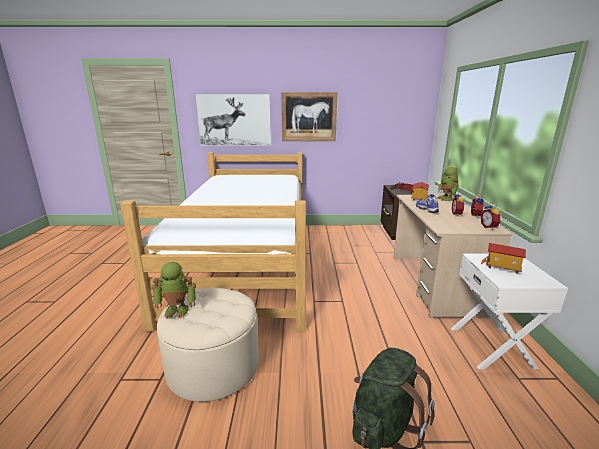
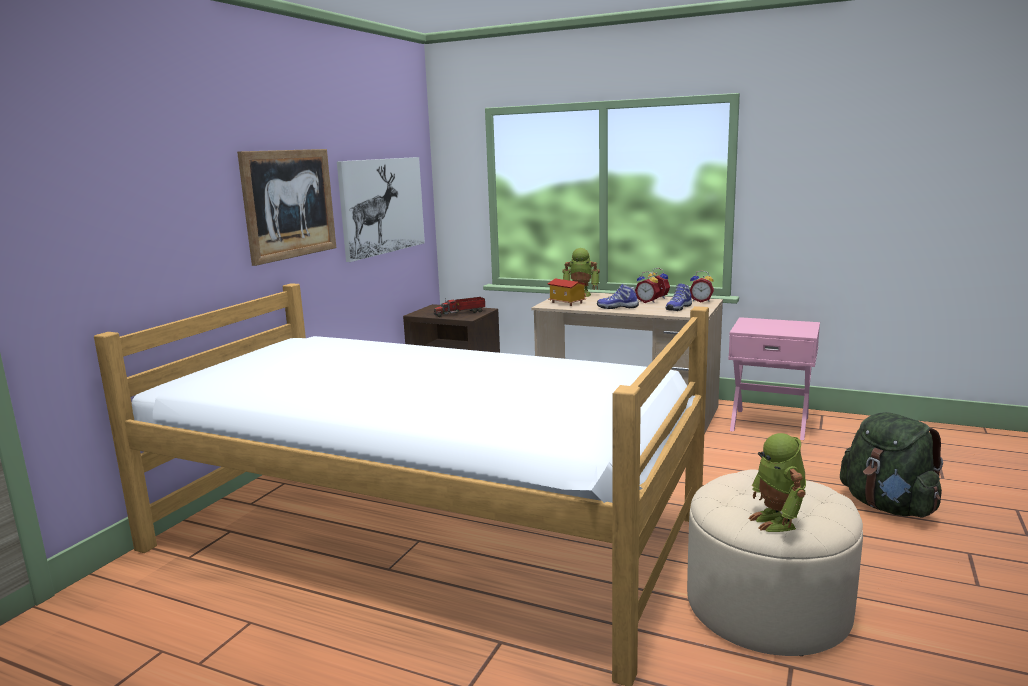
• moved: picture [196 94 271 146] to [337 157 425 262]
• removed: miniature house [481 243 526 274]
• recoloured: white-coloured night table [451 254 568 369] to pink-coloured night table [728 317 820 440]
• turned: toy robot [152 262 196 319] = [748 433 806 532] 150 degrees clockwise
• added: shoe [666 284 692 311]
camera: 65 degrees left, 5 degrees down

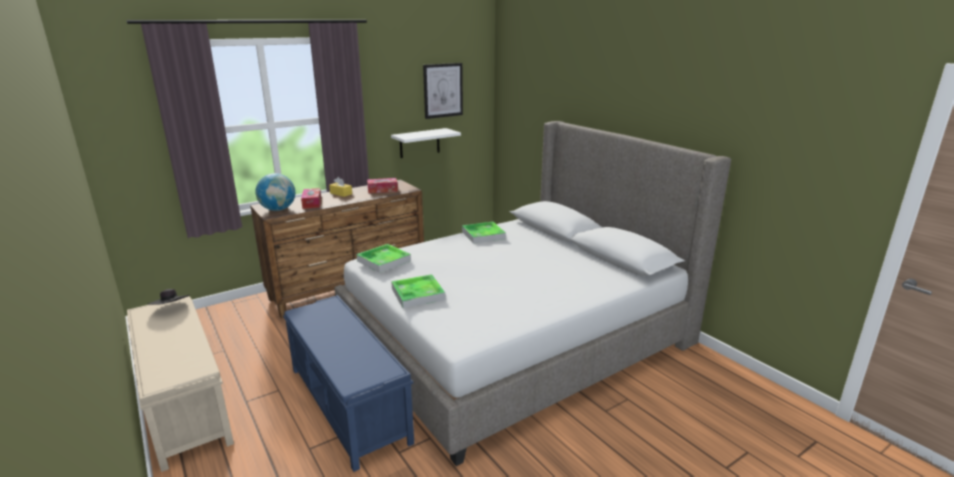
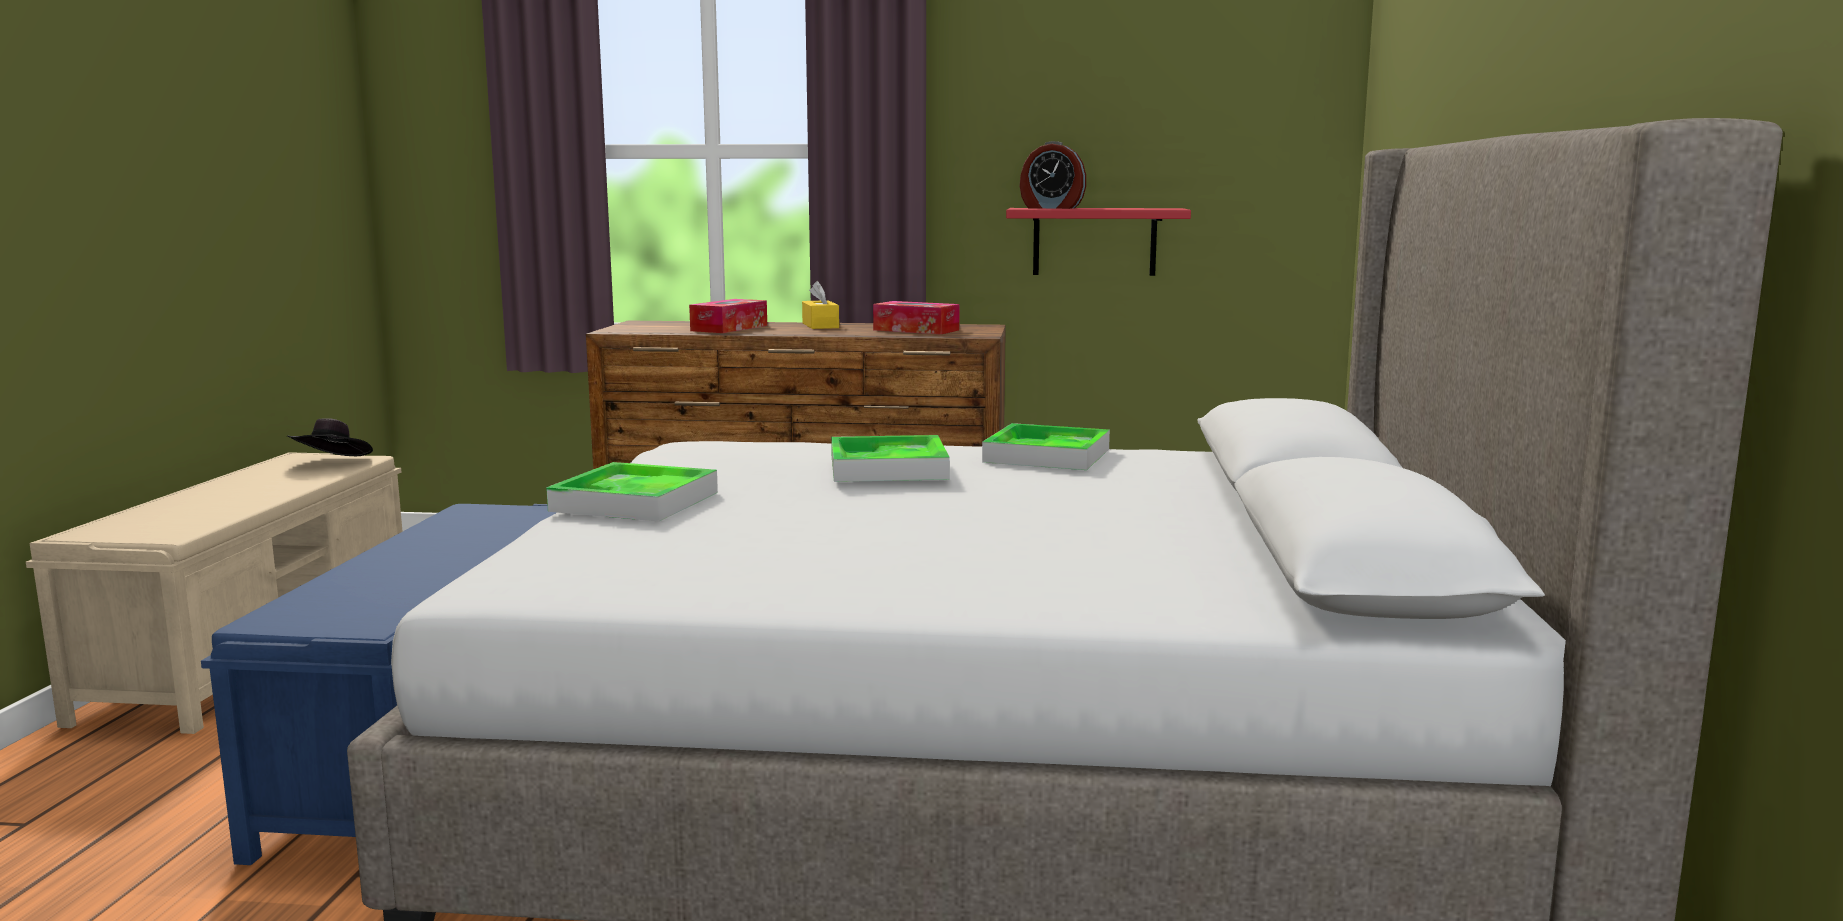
• removed: picture [423 63 463 119]
• recoloured: white-coloured bracket shelf [391 128 461 158] to reddish bracket shelf [1006 208 1191 276]
• removed: world globe [255 173 295 211]
• moved: carrying tray [356 244 411 273] to [831 435 950 482]
• added: table clock [1020 141 1086 209]
camera: 40 degrees right, 10 degrees down

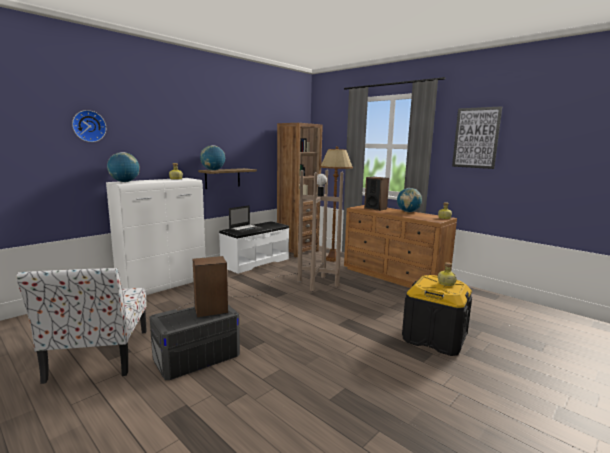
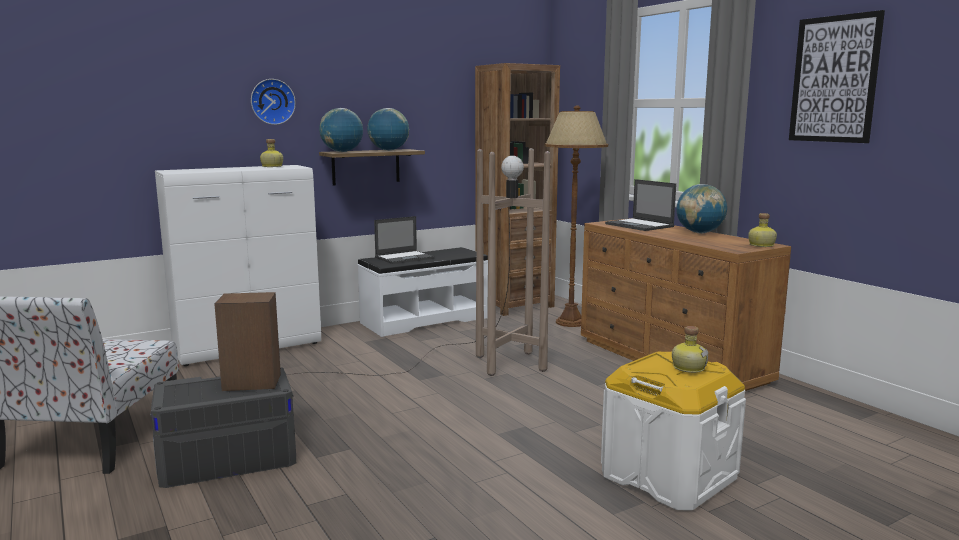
• moved: clock on the wall [72 110 106 142] to [251 79 296 125]
• moved: world globe [107 152 140 182] to [367 108 409 151]
• replaced: audio speaker [364 177 389 211] to notebook computer [605 179 676 231]
• recoloured: black storage bin [402 275 472 356] to white-coloured storage bin [601 351 746 511]
camera: 15 degrees right, 0 degrees up

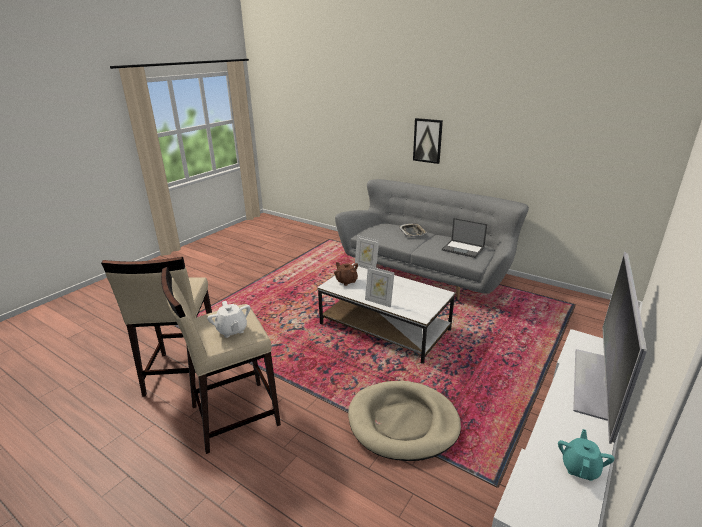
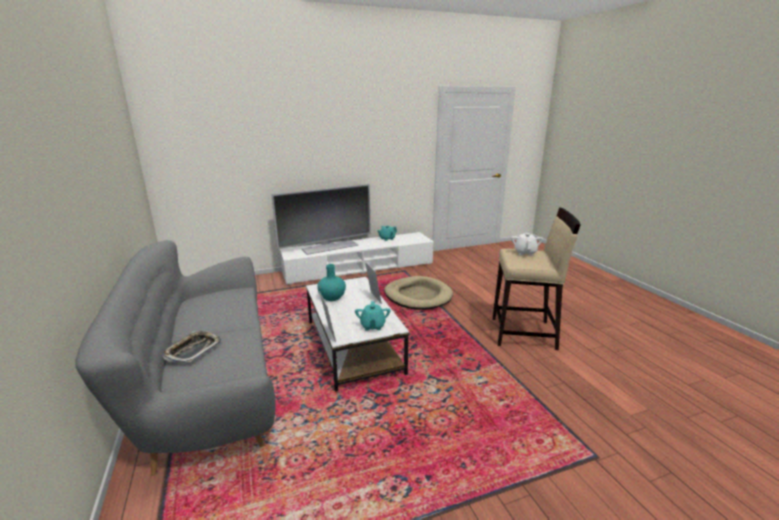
• removed: picture [413 118 443 164]
• removed: notebook computer [442 218 487 258]
• removed: sand-coloured stool [101 257 212 397]
• recoloured: brown-coloured tea pot [334 262 358 286] to turquoise tea pot [355 301 390 331]
• added: turquoise flower vase [317 264 346 301]
camera: 145 degrees left, 5 degrees down

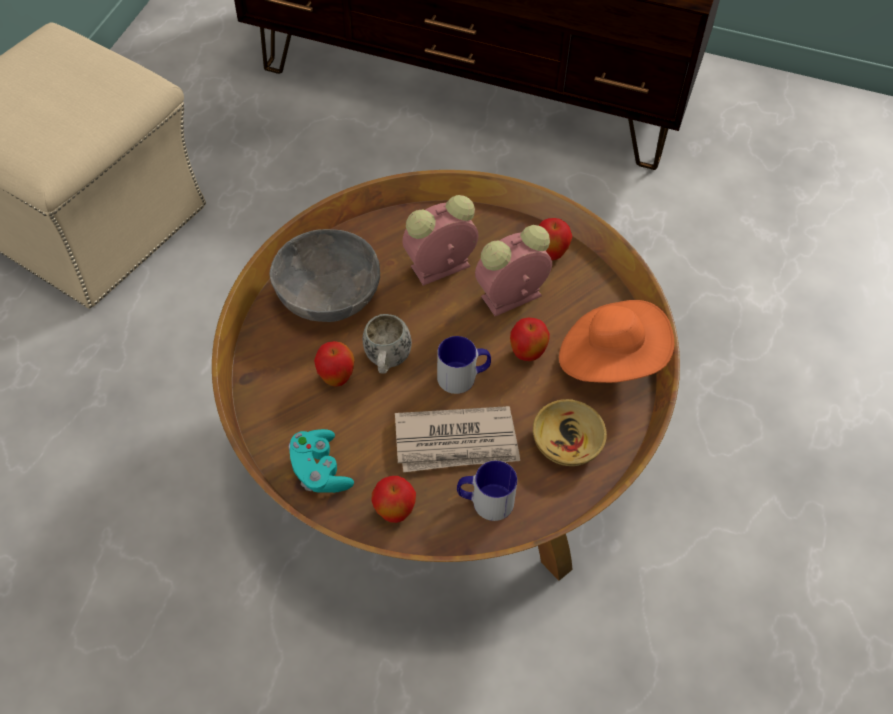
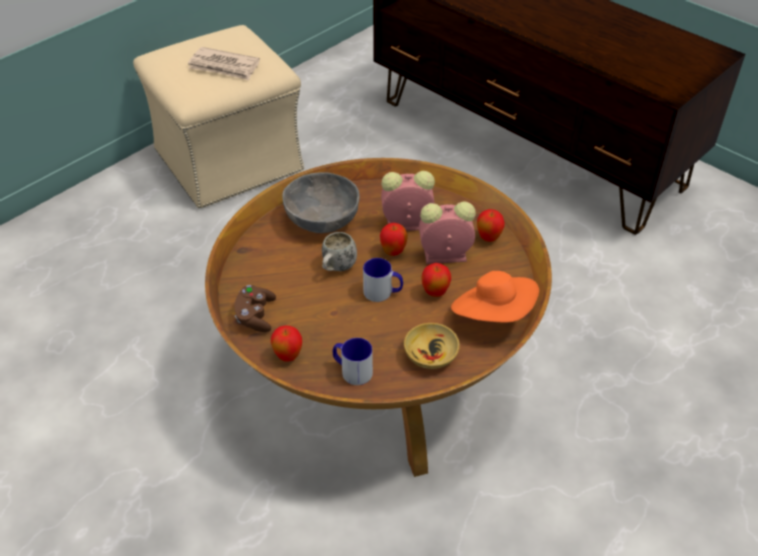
• moved: whole apple [314 341 354 387] to [380 223 408 256]
• moved: daily paper [395 406 520 472] to [188 47 260 80]
• recoloured: turquoise joypad [289 429 354 493] to brown-coloured joypad [234 285 276 332]
camera: 25 degrees right, 10 degrees down

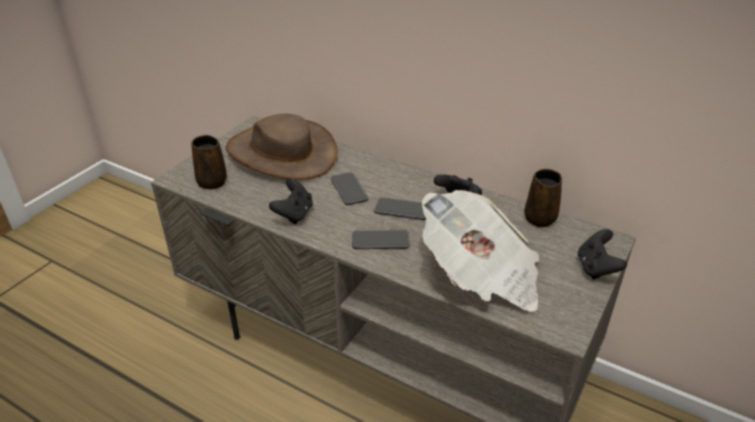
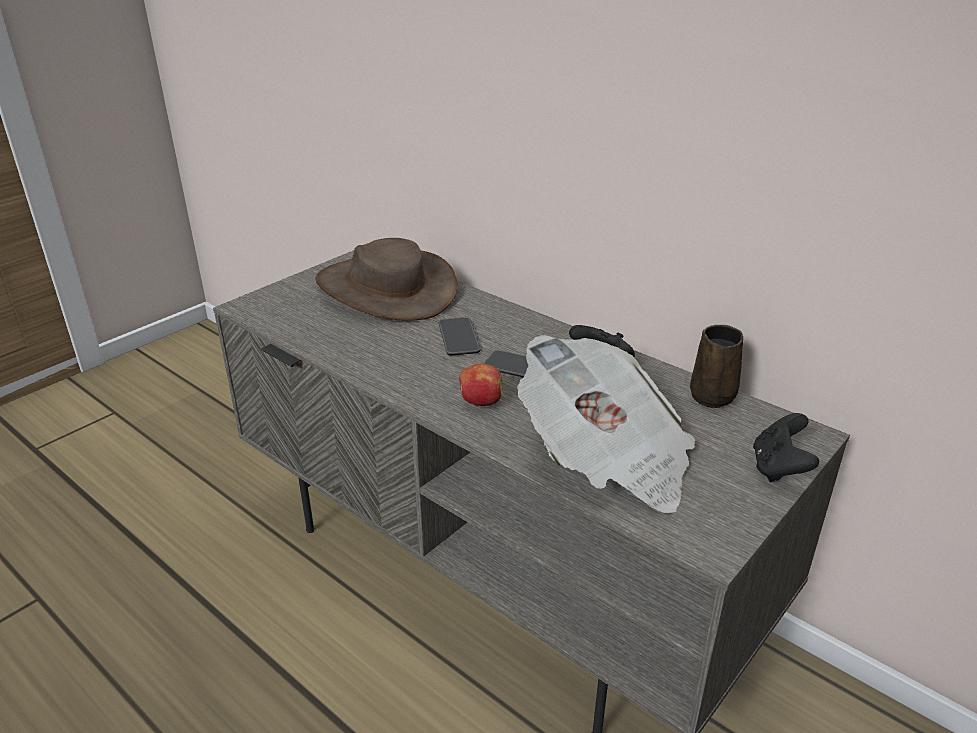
• removed: brown-coloured tea mug [191 135 227 189]
• removed: black joypad [269 178 313 224]
• replaced: telephone [352 230 410 249] to whole apple [459 363 502 406]
camera: 10 degrees right, 5 degrees down

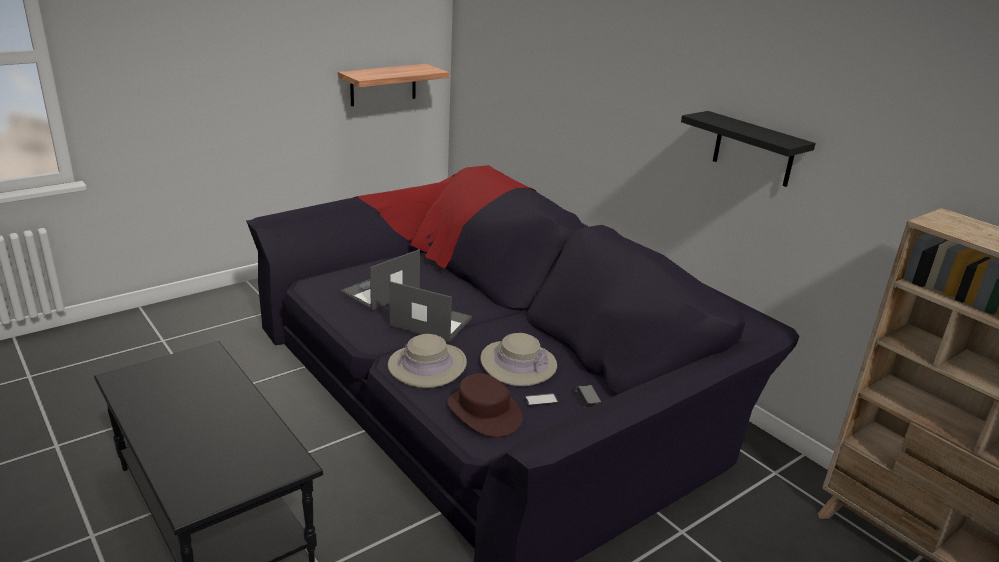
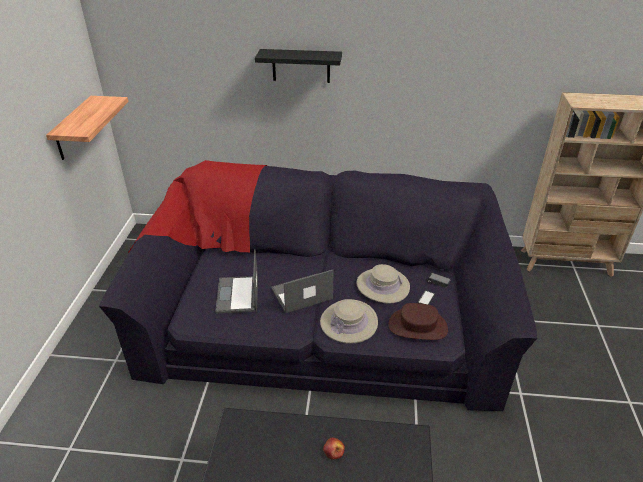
• moved: black bracket shelf [681 111 816 187] to [255 49 342 83]
• added: whole apple [323 437 345 460]
camera: 45 degrees left, 10 degrees up

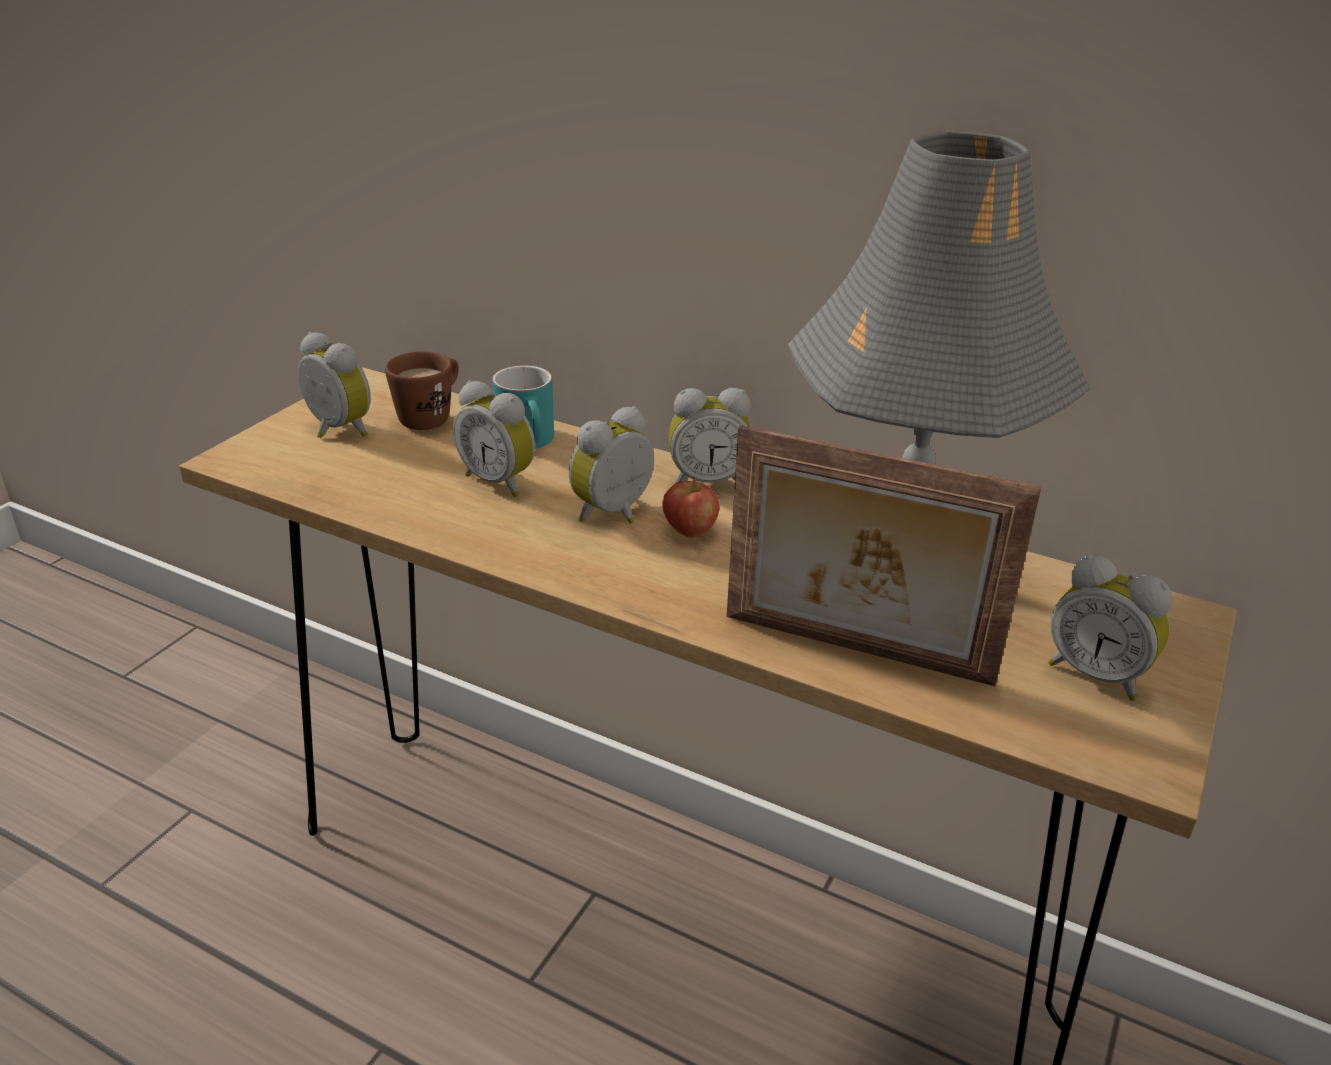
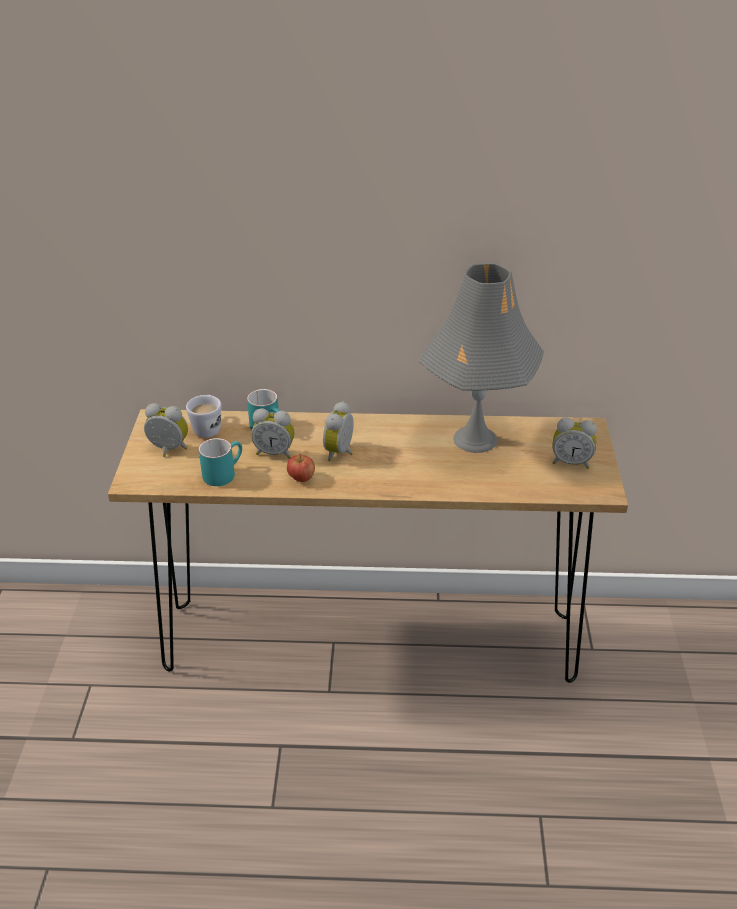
• recoloured: brown-coloured tea mug [385 351 459 430] to white-coloured tea mug [186 395 222 438]
• removed: table clock [669 388 751 483]
• removed: standing frame [727 425 1042 686]
• moved: whole apple [662 476 719 538] to [287 454 315 482]
• added: turquoise tea mug [199 438 242 486]
camera: 25 degrees left, 5 degrees up

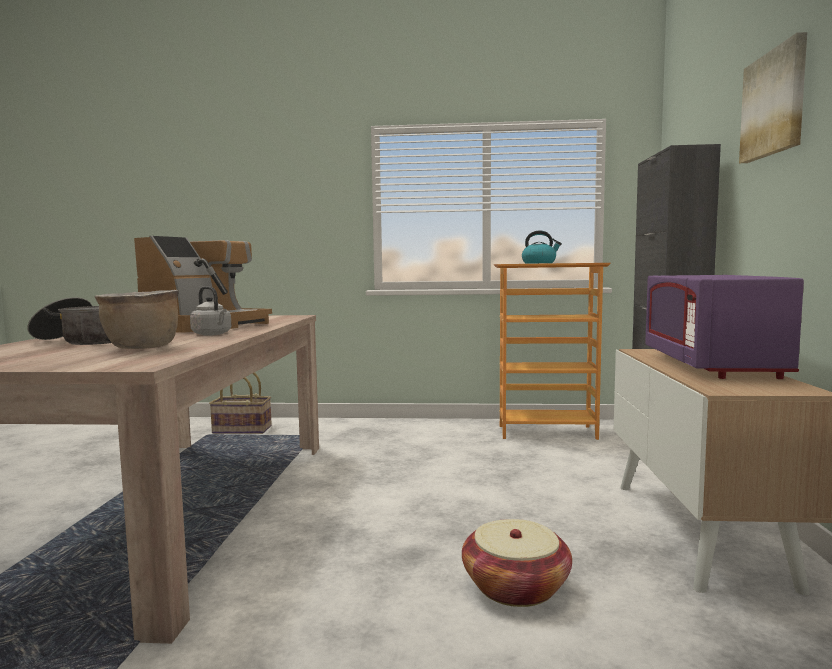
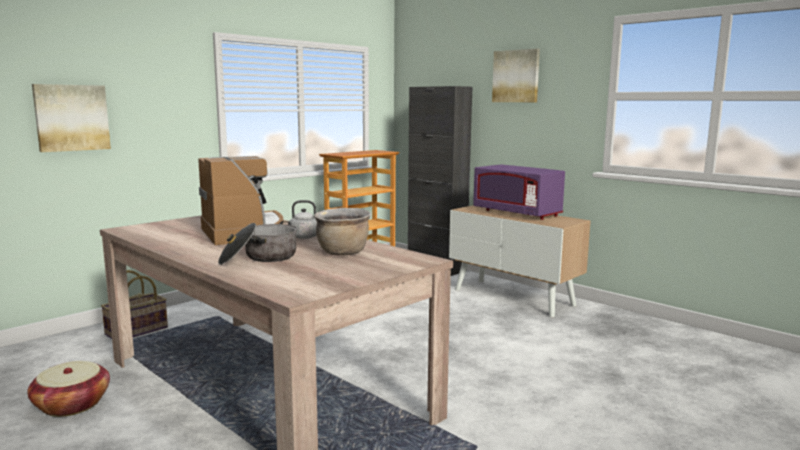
• removed: water kettle [522 230 562 264]
• moved: storage basket [462 519 572 607] to [27 361 110 417]
• added: picture [32 84 111 152]
camera: 50 degrees left, 5 degrees up

